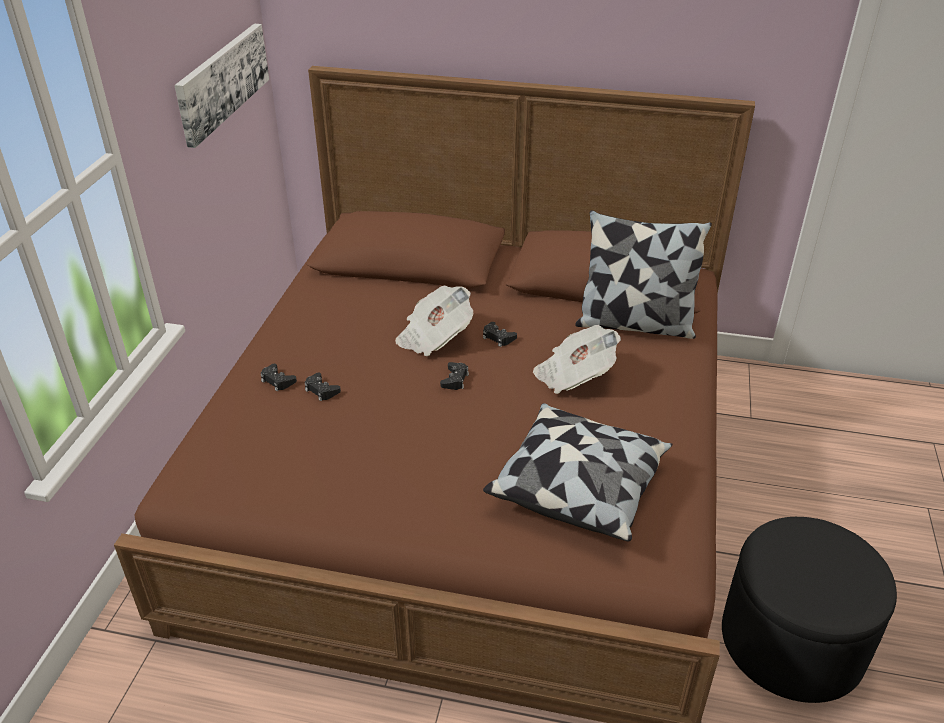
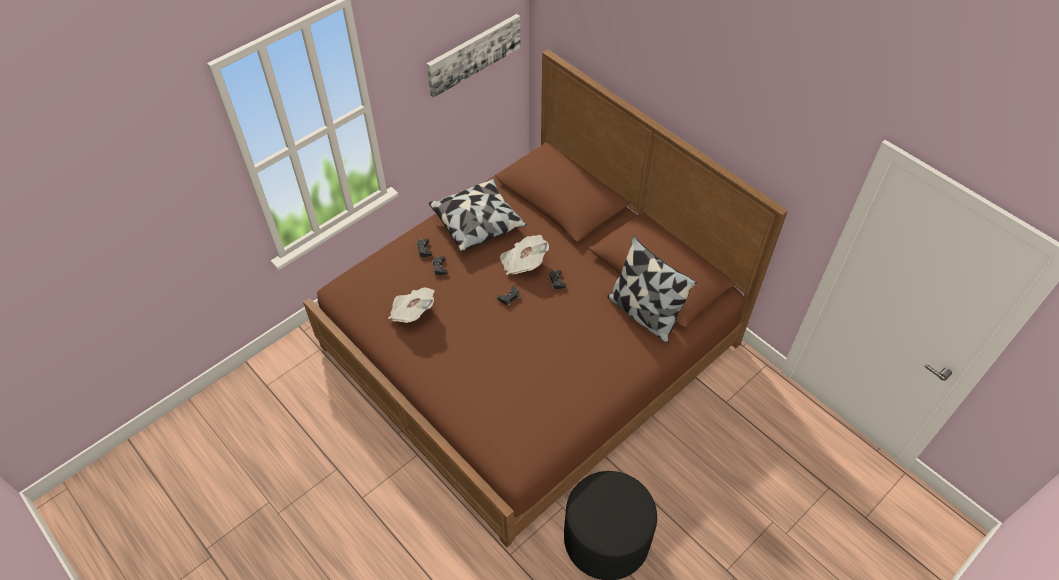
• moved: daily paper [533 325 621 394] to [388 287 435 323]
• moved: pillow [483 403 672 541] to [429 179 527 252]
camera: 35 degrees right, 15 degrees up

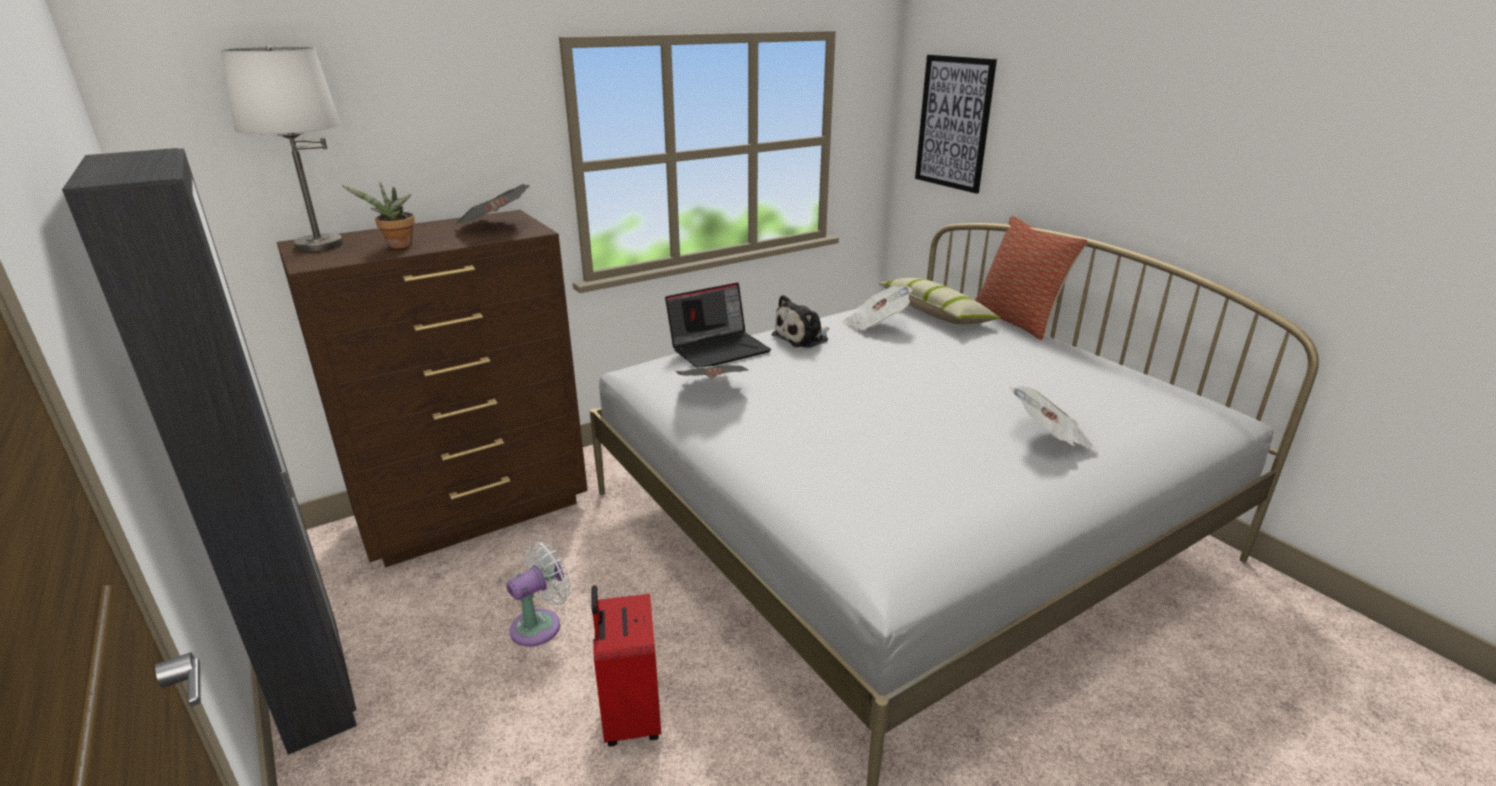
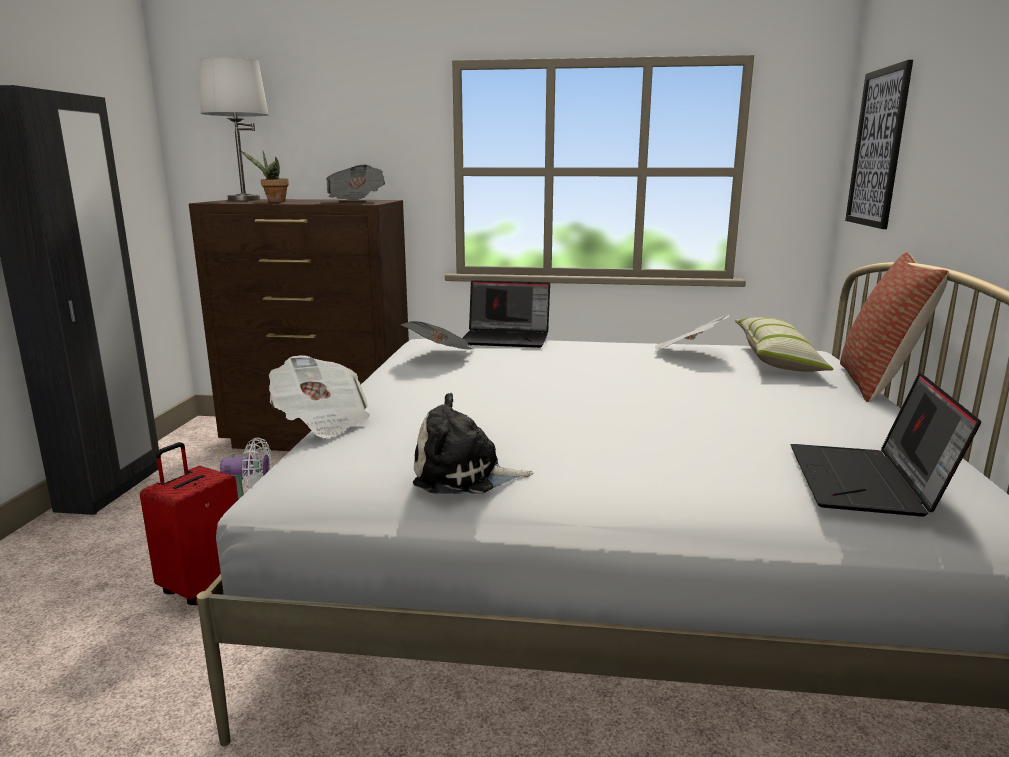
• moved: cuddly toy [771 295 829 348] to [413 393 533 494]
• moved: daily paper [1010 386 1098 451] to [269 355 370 438]
• added: notebook computer [791 372 981 517]
camera: 40 degrees right, 10 degrees down

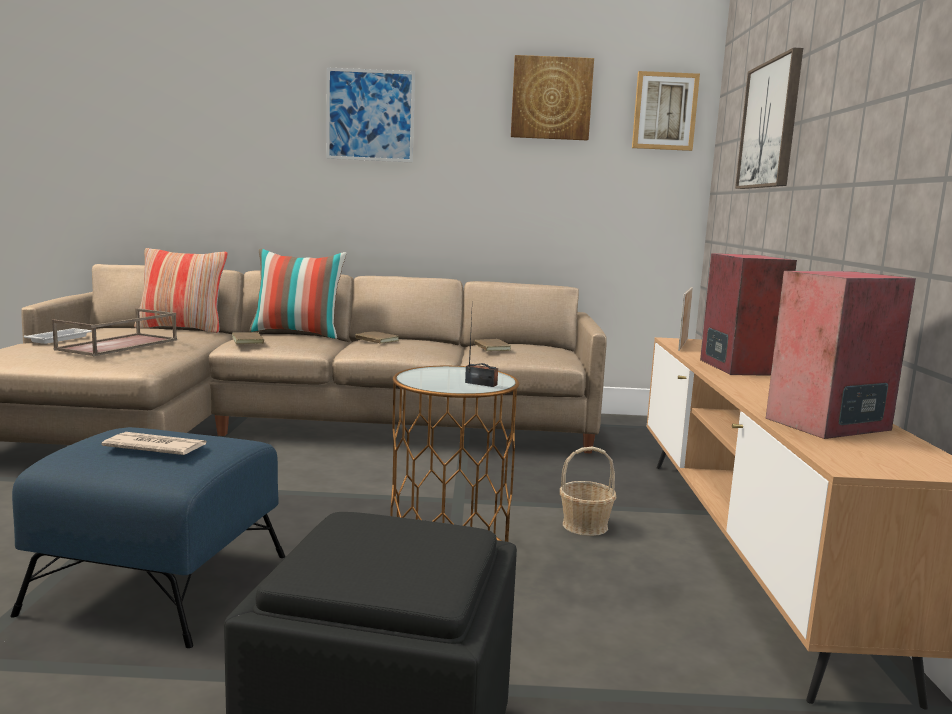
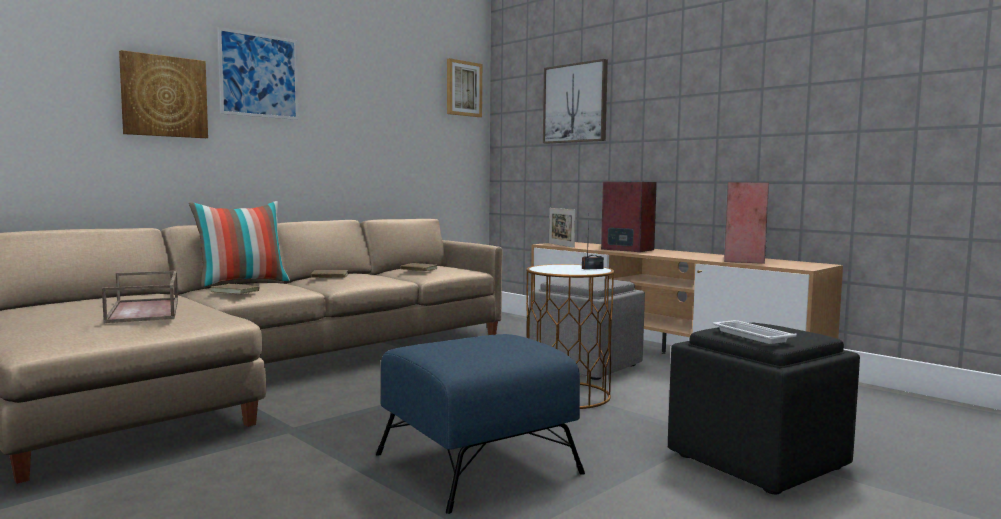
• moved: picture [511 55 594 141] to [119 50 208 138]
• removed: pillow [134 248 227 333]
• moved: white-coloured carrying tray [24 328 92 344] to [713 320 797 344]
• removed: daily paper [101 432 207 455]
• replaced: storage basket [560 447 616 536] to gray pouffe [529 277 645 380]
camera: 45 degrees left, 5 degrees down

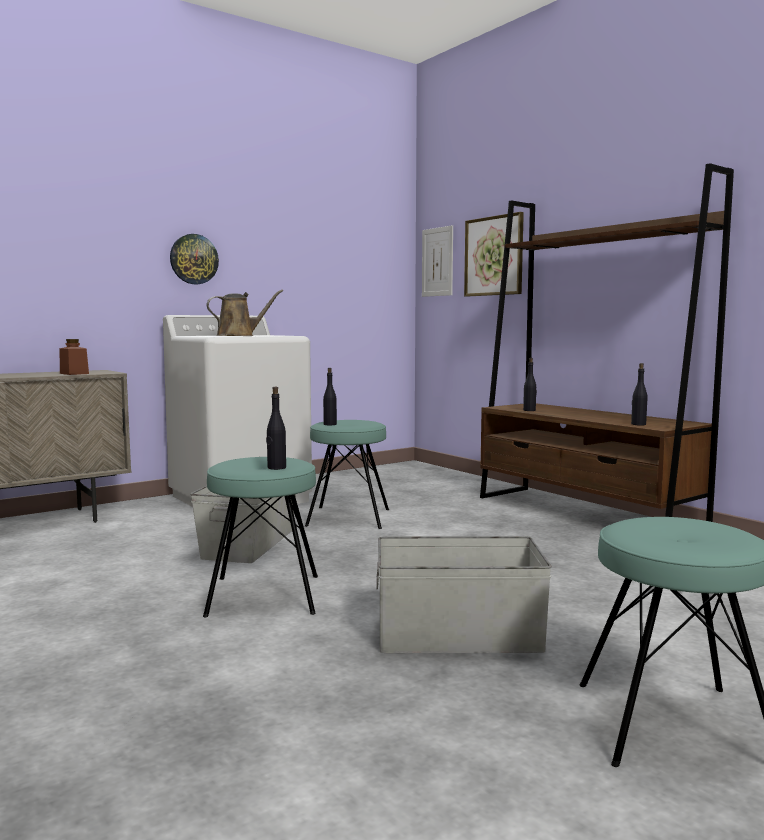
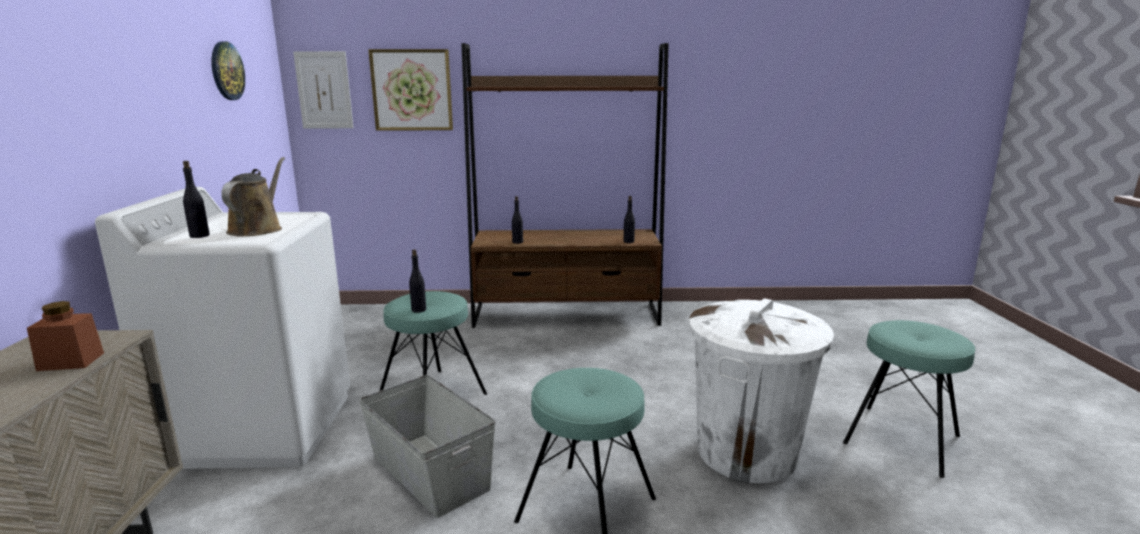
• moved: clock on the wall [170 234 219 284] to [211 41 245 100]
• moved: black drink bottle [266 387 286 470] to [183 161 209 238]
• replaced: gray storage bin [376 536 552 653] to white-coloured waste bin [689 298 834 483]
camera: 55 degrees left, 10 degrees up

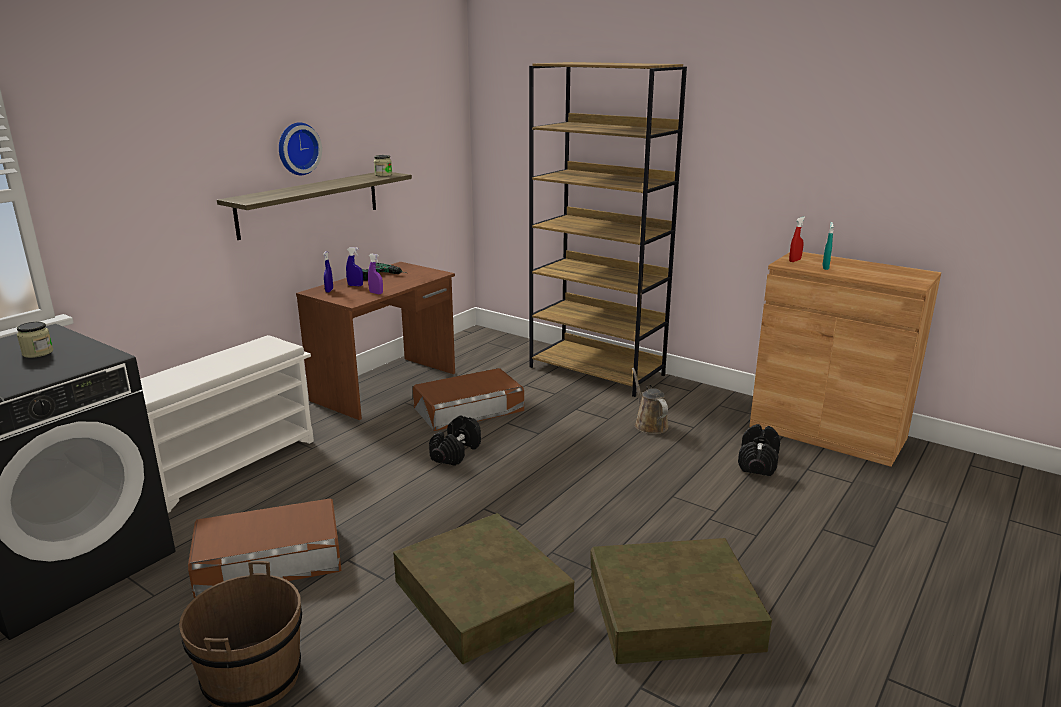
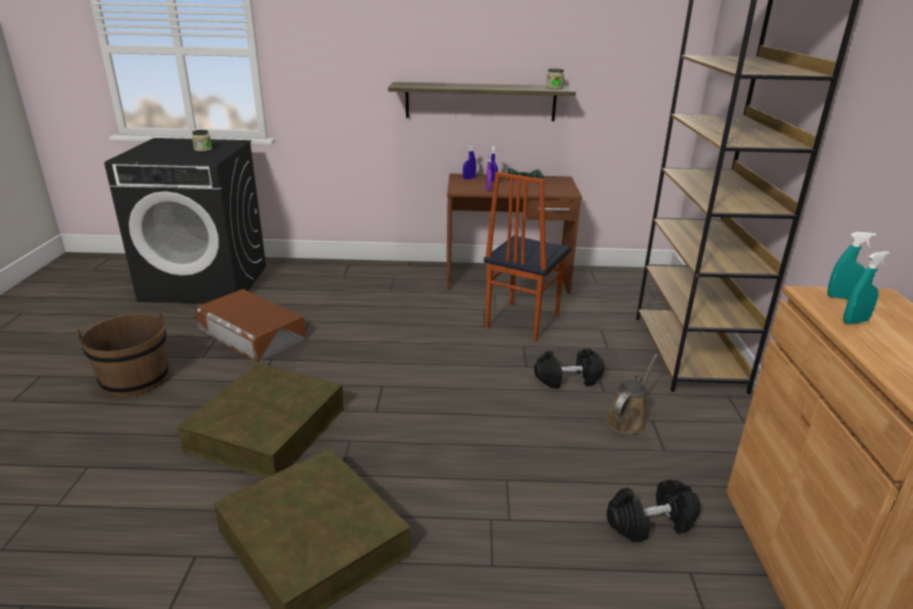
• removed: clock on the wall [279 122 322 175]
• recoloured: reddish sprayer [789 217 805 262] to turquoise sprayer [827 232 876 299]
• removed: white-coloured shoe rack [140 335 314 513]
• replaced: brown-coloured storage bin [413 368 524 431] to plain chair [484 172 571 342]
• moved: black dumbbell [429 415 481 466] to [534 348 605 389]
camera: 55 degrees right, 5 degrees up

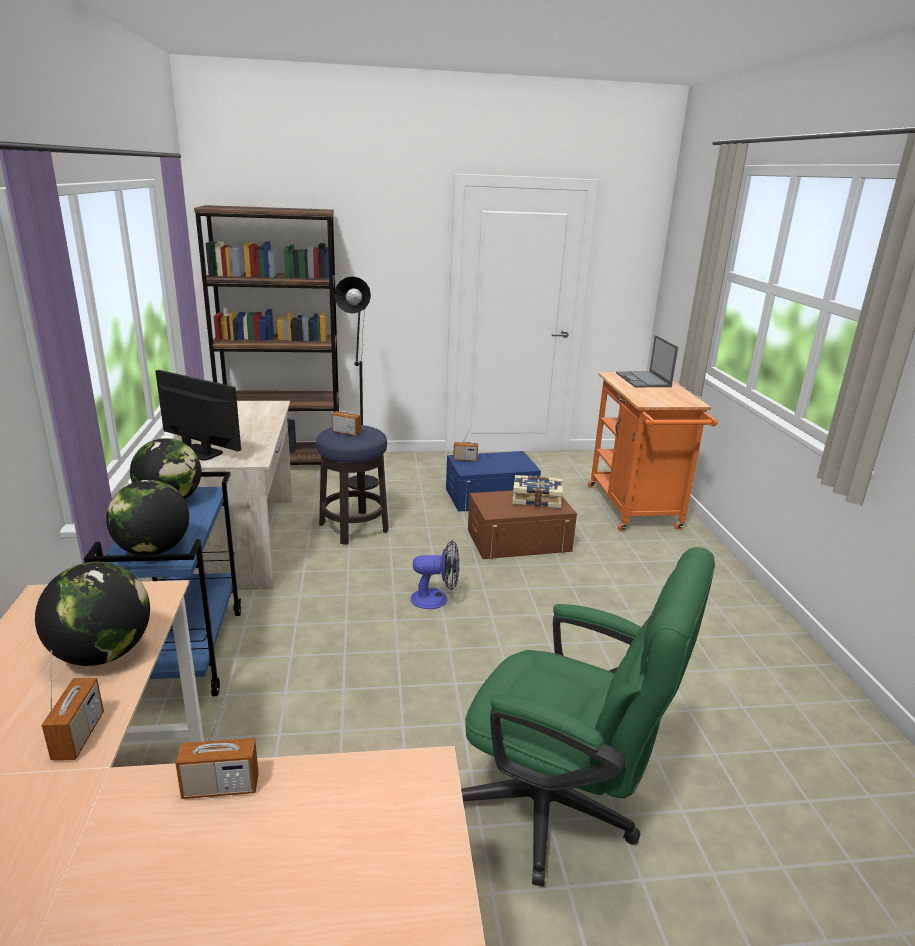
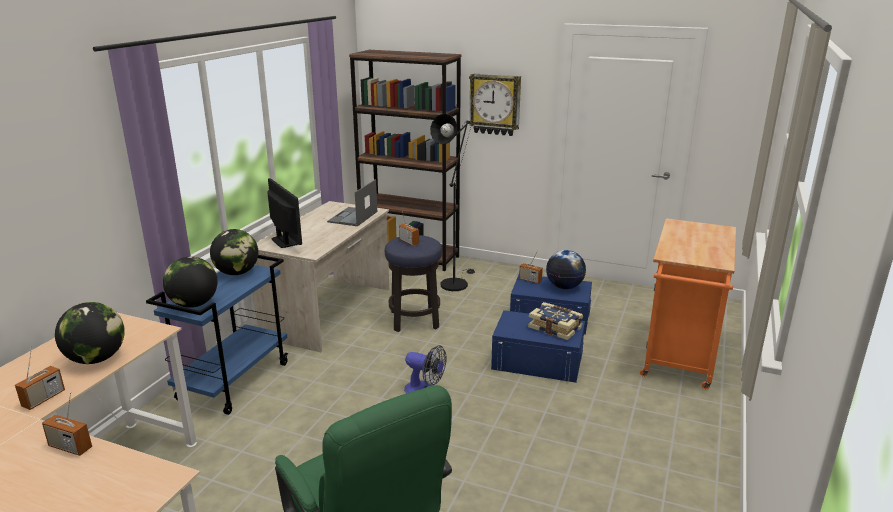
• moved: notebook computer [616 335 678 387] to [327 179 377 226]
• recoloured: brown-coloured storage bin [468 490 577 559] to bluish storage bin [491 310 585 383]
• added: clock on the wall [469 73 521 136]
• added: world globe [546 250 586 289]
camera: 30 degrees right, 0 degrees up

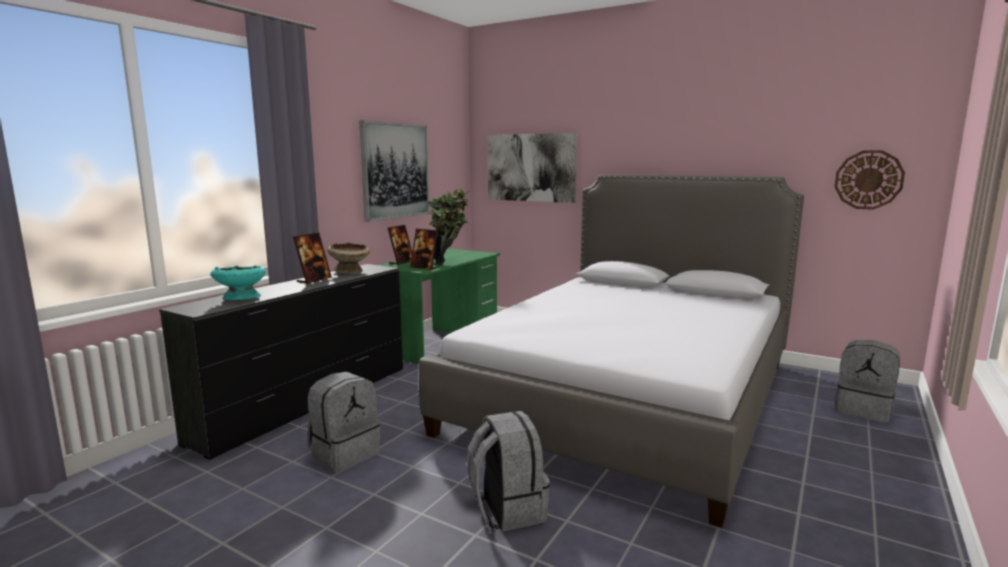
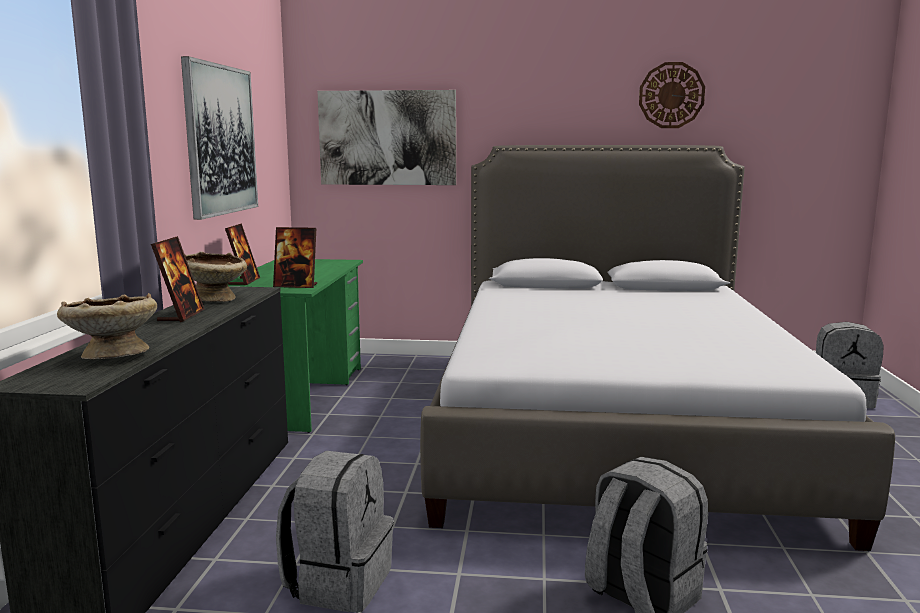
• moved: clock on the wall [834 150 905 210] to [639 62 705 128]
• removed: plant in a pot [427 189 469 265]
• recoloured: turquoise deep dish [210 265 266 300] to sand-coloured deep dish [57 293 157 359]
camera: 25 degrees left, 0 degrees up

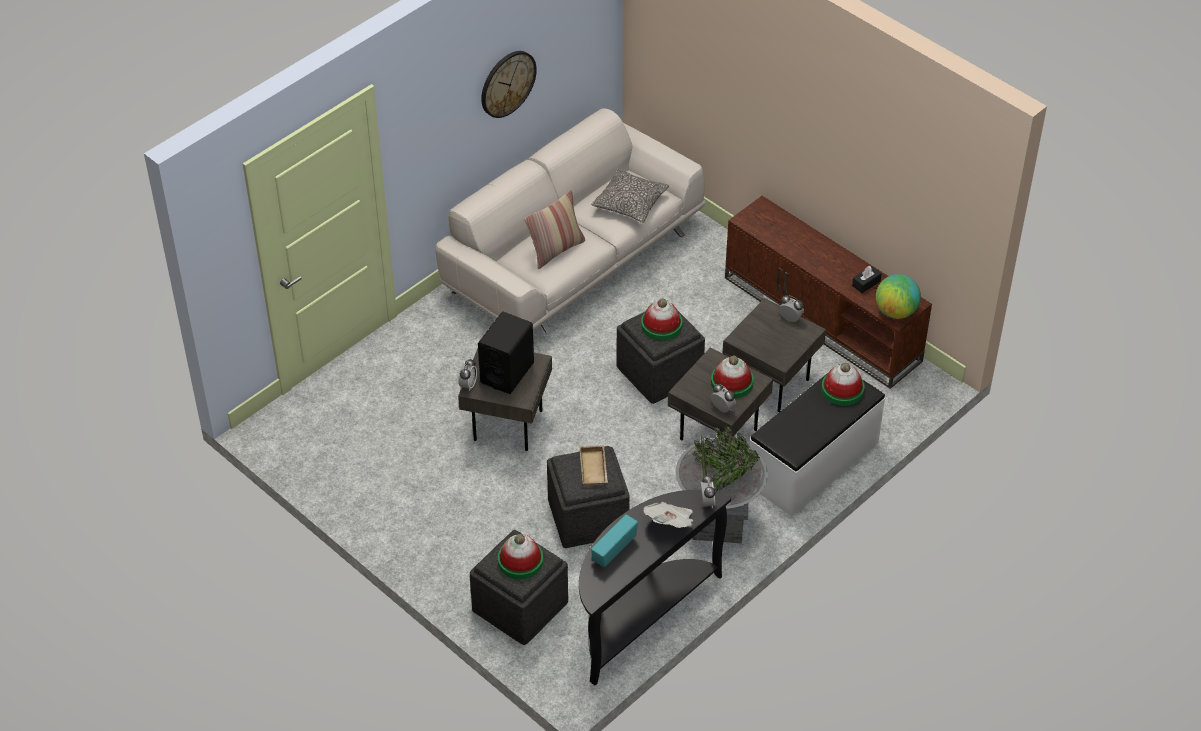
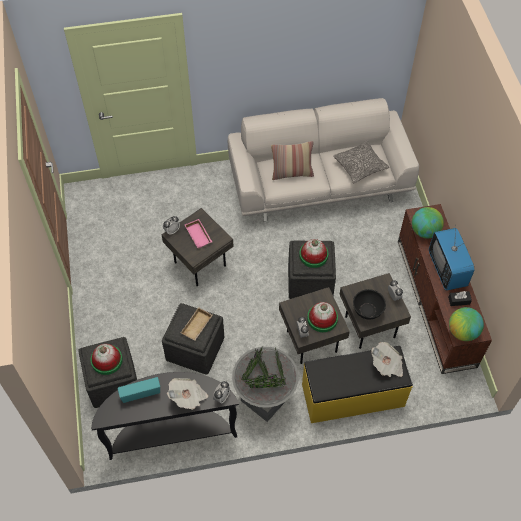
• removed: clock on the wall [481 51 537 118]
• replaced: black audio speaker [478 311 534 394] to pink-coloured carrying tray [185 219 212 249]
• replaced: clothing hat [821 363 865 406] to daily paper [371 342 403 377]
• recoloured: white-coloured indoor bench [750 364 885 517] to yellow indoor bench [302 346 413 423]
• added: world globe [412 207 444 238]
• added: TV set [429 225 475 291]
• added: black deep dish [353 289 386 320]
camera: 35 degrees right, 10 degrees up

